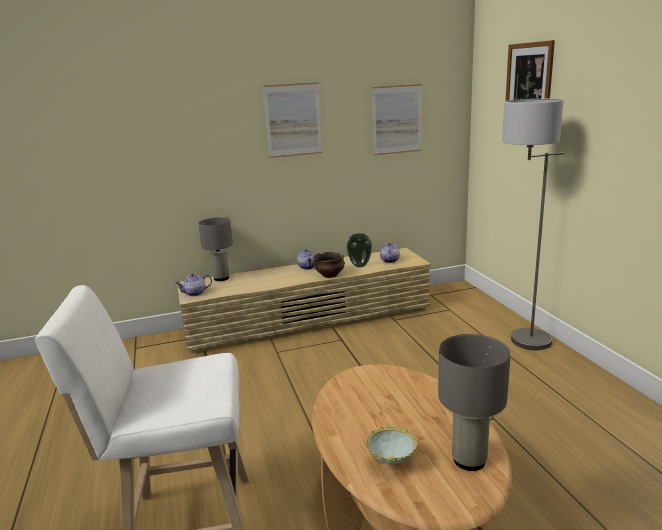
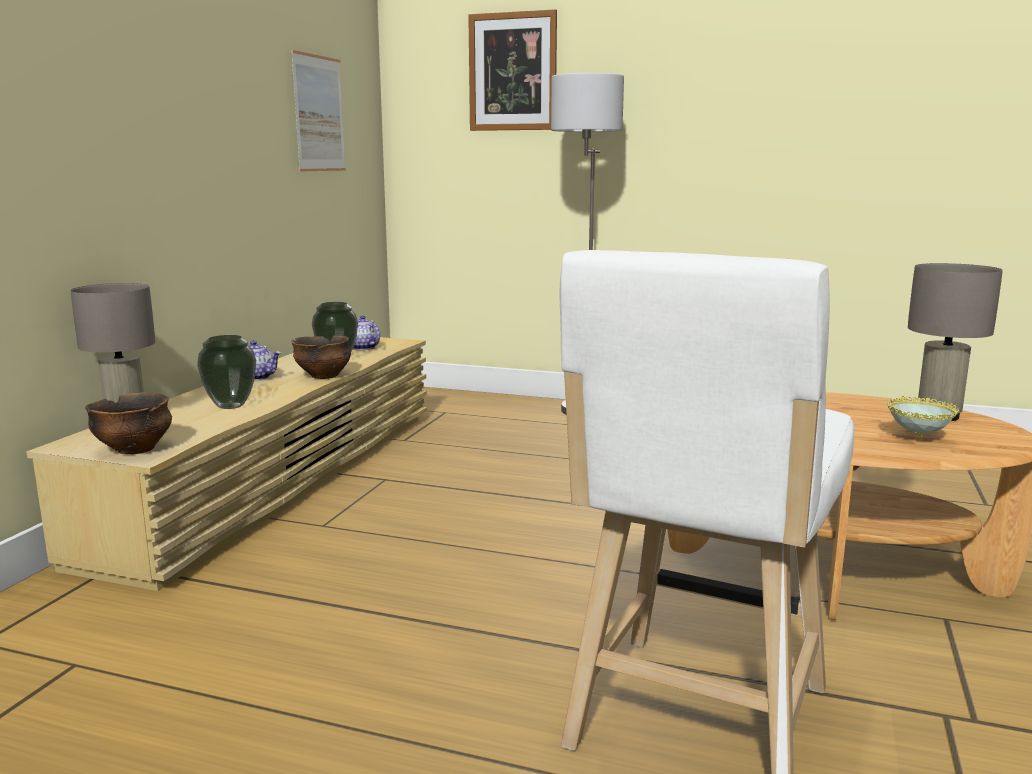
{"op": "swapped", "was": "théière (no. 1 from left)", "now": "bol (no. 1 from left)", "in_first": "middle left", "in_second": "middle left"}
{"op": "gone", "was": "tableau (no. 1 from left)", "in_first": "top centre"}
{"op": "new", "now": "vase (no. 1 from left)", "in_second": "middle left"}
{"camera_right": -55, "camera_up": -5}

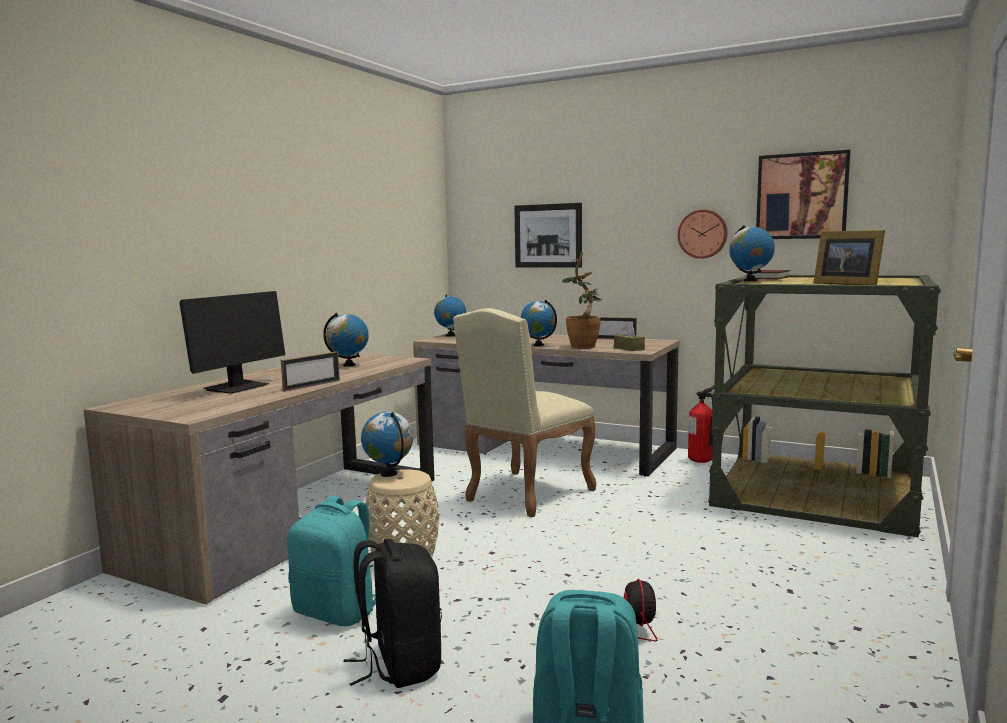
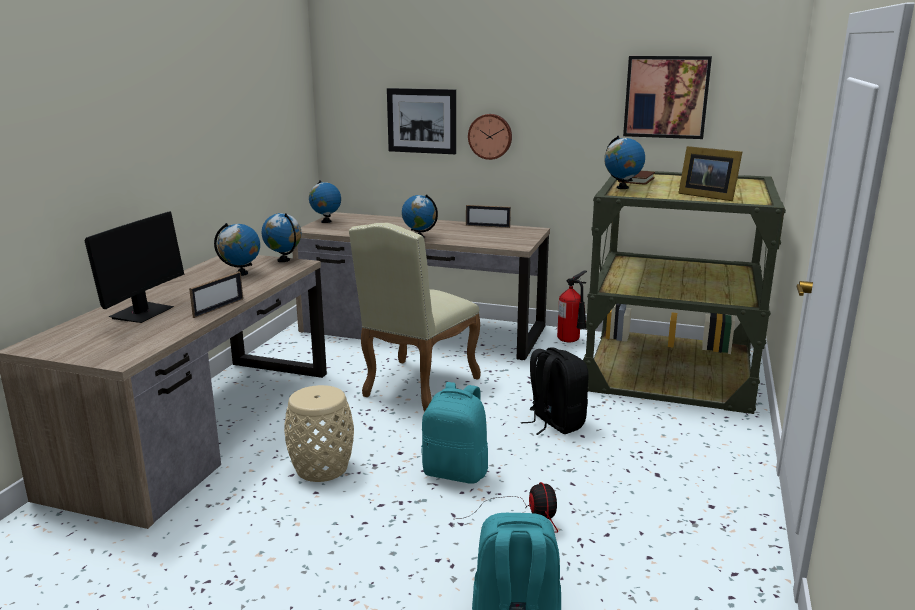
{"op": "shifted", "was": "sac à dos/turquoise (no. 1 from left)", "in_first": "bottom left", "in_second": "bottom centre"}
{"op": "shifted", "was": "sac à dos/noir", "in_first": "bottom centre", "in_second": "centre"}
{"op": "shifted", "was": "globe (no. 2 from left)", "in_first": "centre", "in_second": "middle left"}
{"op": "gone", "was": "plante en pot", "in_first": "centre"}
{"op": "gone", "was": "boîte à mouchoirs/marron", "in_first": "centre"}
{"op": "shifted", "was": "horloge murale", "in_first": "top right", "in_second": "top centre"}
{"camera_right": -10, "camera_up": 10}

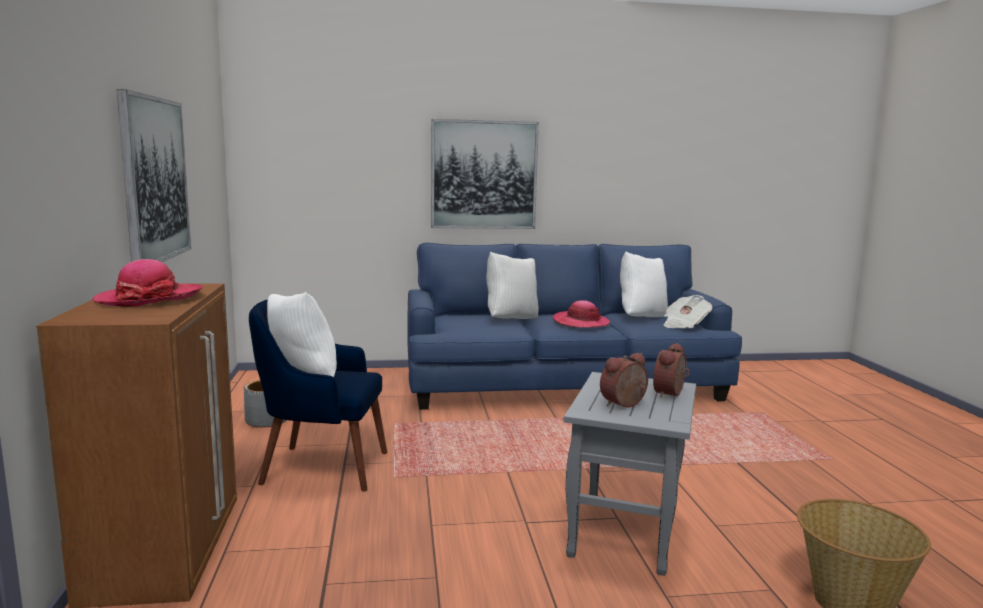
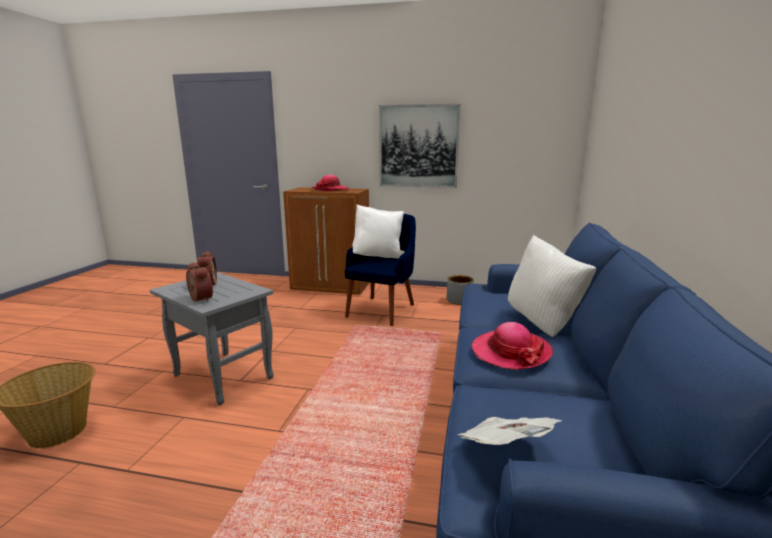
{"op": "gone", "was": "tableau (no. 2 from left)", "in_first": "top centre"}
{"op": "gone", "was": "coussin/blanc (no. 3 from left)", "in_first": "centre"}
{"camera_right": 110, "camera_up": 5}

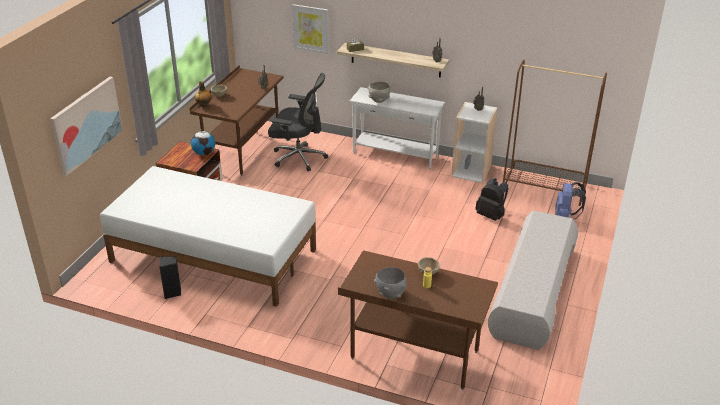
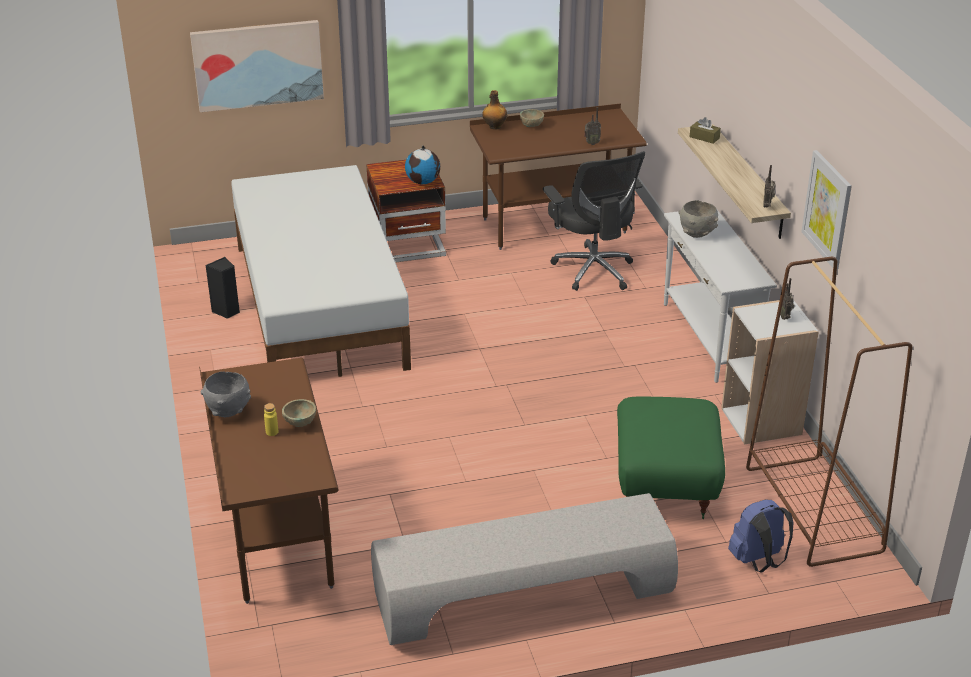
{"op": "shifted", "was": "tableau (no. 2 from left)", "in_first": "top centre", "in_second": "top right"}
{"op": "swapped", "was": "sac à dos/noir", "now": "pouf/vert", "in_first": "middle right", "in_second": "bottom right"}
{"camera_right": 55, "camera_up": 0}

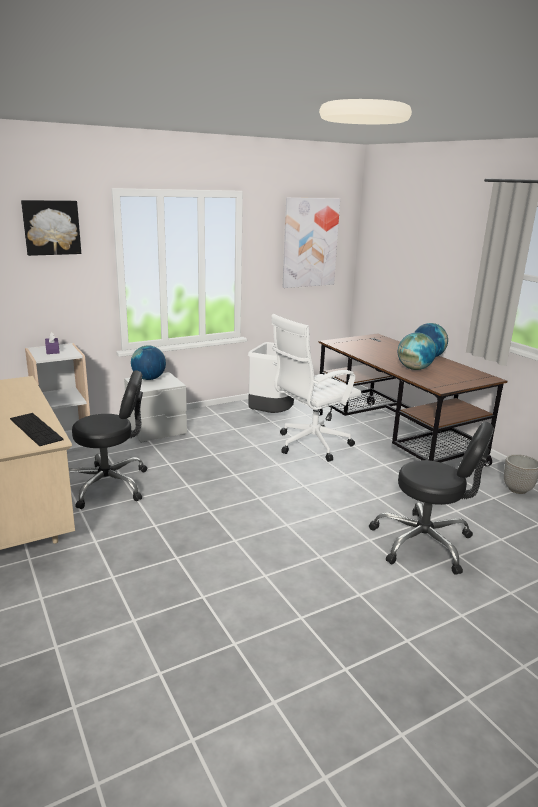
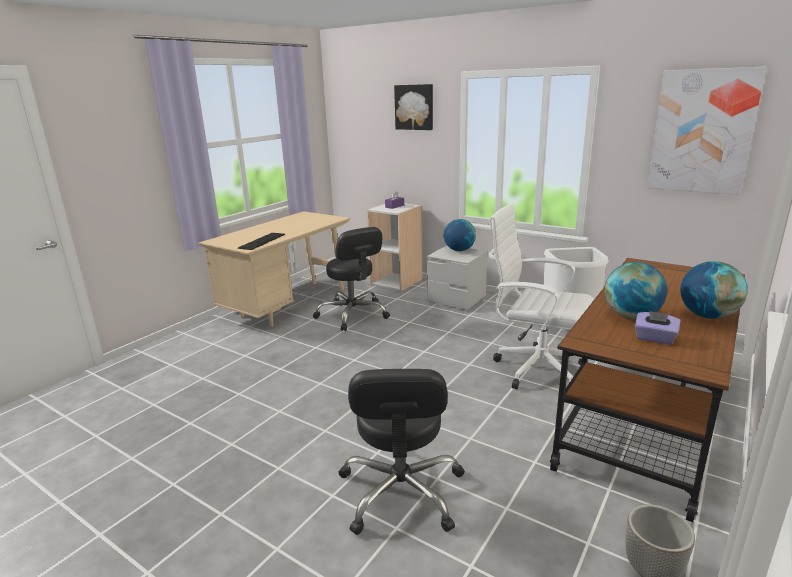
{"op": "new", "now": "boîte à mouchoirs/violet (no. 2 from left)", "in_second": "middle right"}
{"camera_right": 65, "camera_up": 0}

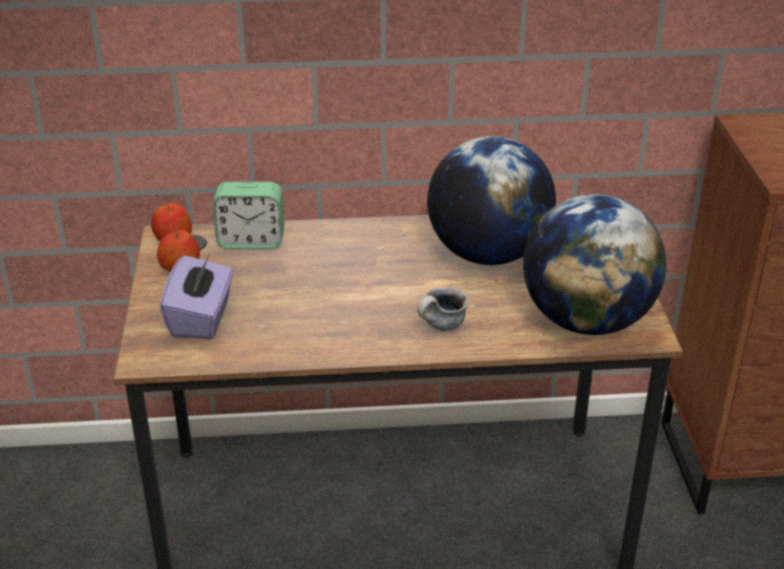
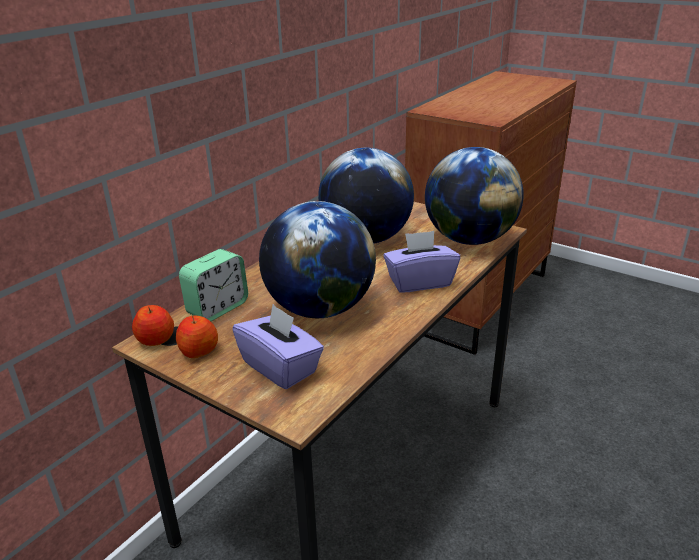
{"op": "swapped", "was": "mug", "now": "boîte à mouchoirs/violet (no. 2 from left)", "in_first": "centre", "in_second": "centre"}
{"op": "new", "now": "globe (no. 1 from left)", "in_second": "centre"}
{"camera_right": -50, "camera_up": -5}

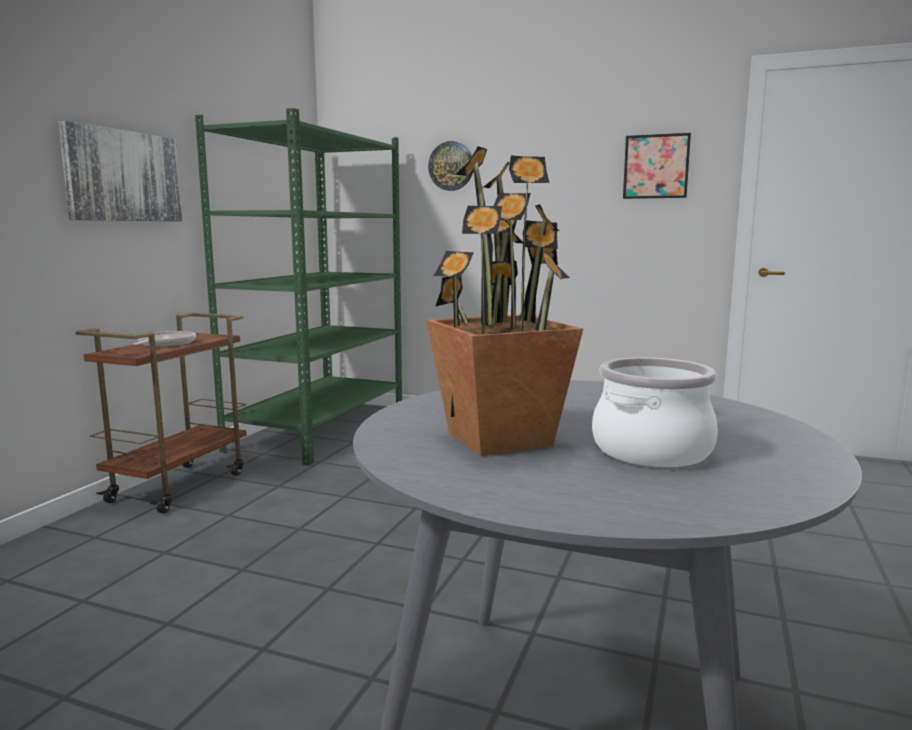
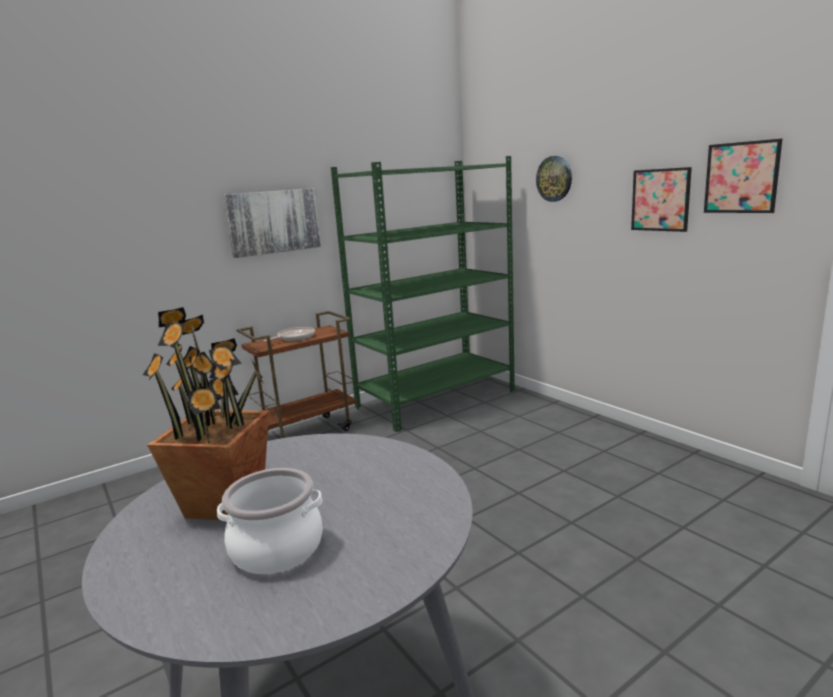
{"op": "new", "now": "tableau (no. 2 from left)", "in_second": "top right"}
{"camera_right": 35, "camera_up": 5}

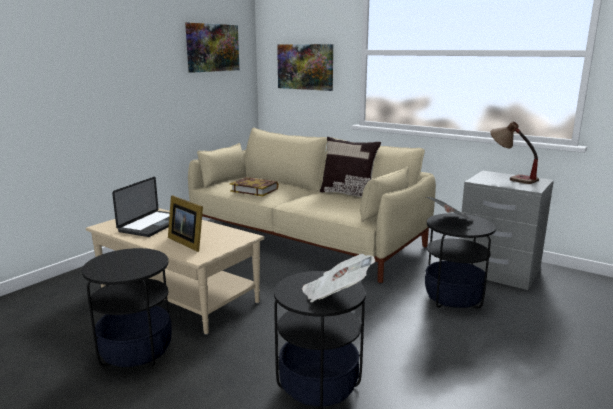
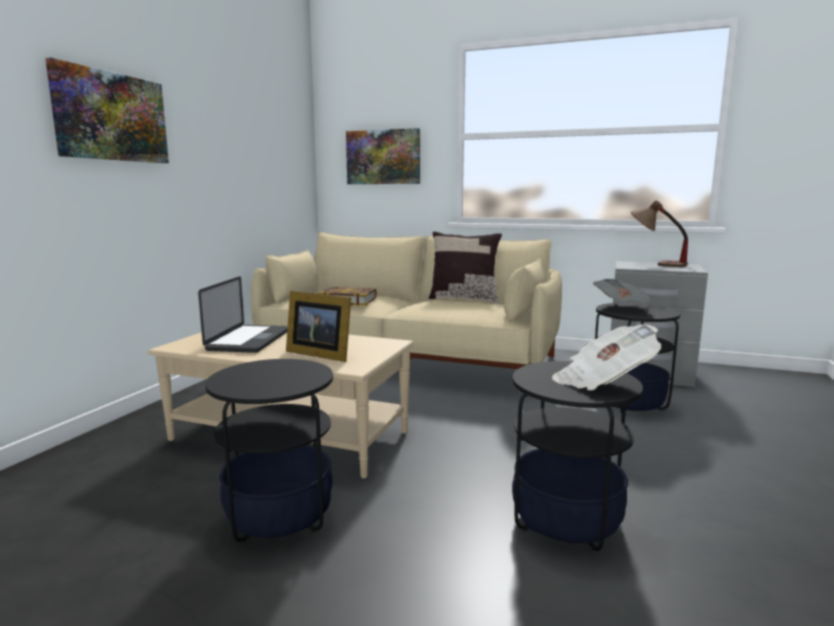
{"op": "shifted", "was": "tableau (no. 1 from left)", "in_first": "top centre", "in_second": "top left"}
{"camera_right": -15, "camera_up": -5}

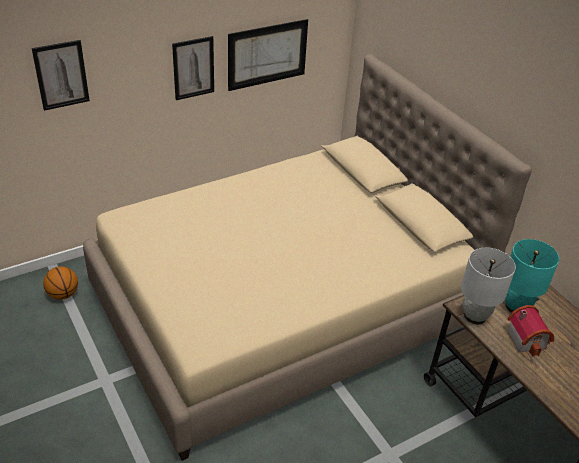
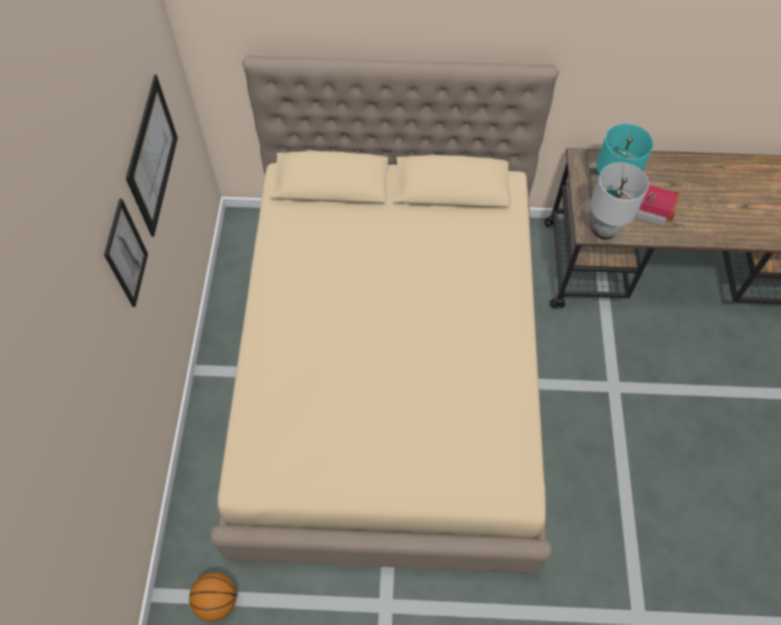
{"op": "gone", "was": "tableau (no. 1 from left)", "in_first": "top left"}
{"camera_right": -55, "camera_up": 20}

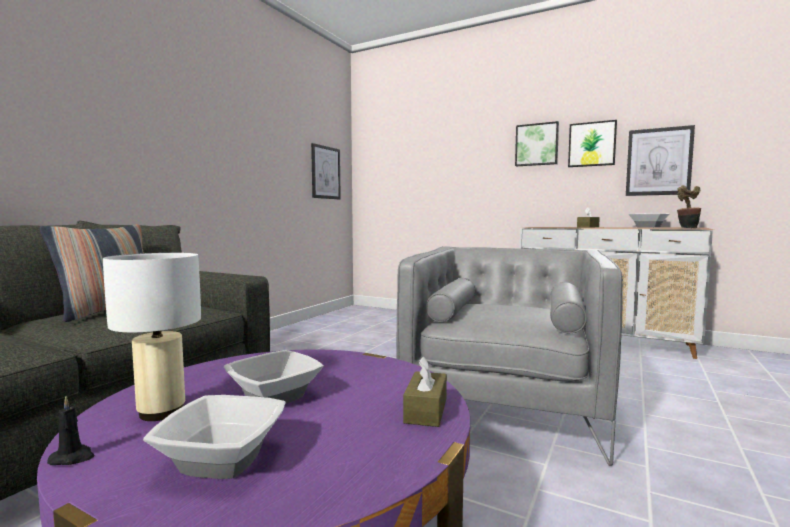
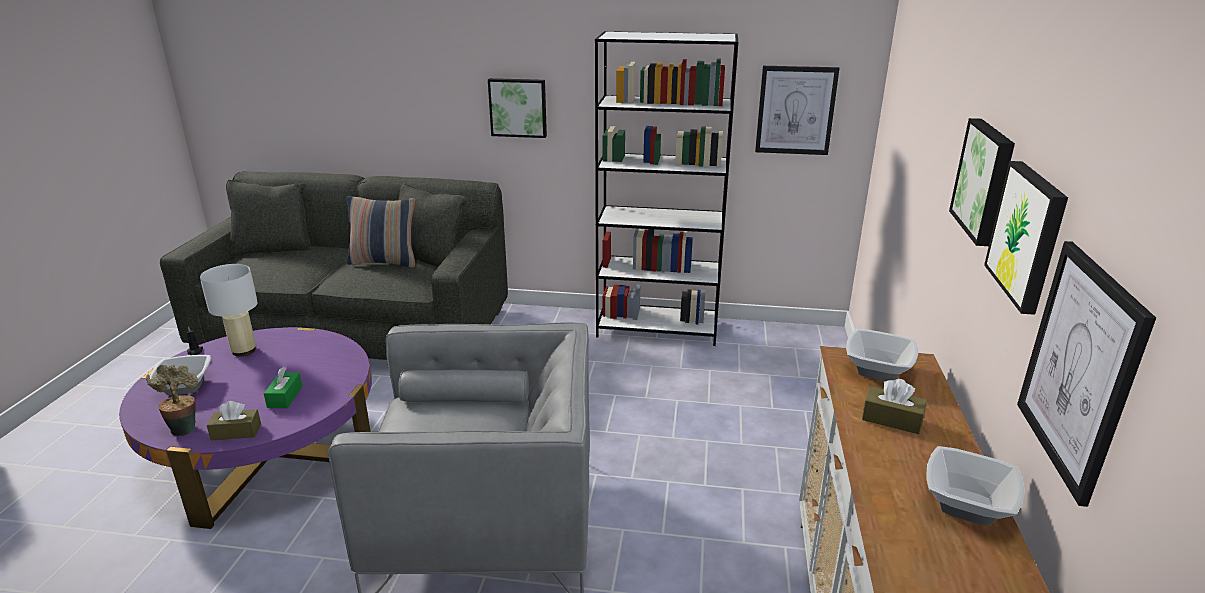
{"op": "shifted", "was": "bol (no. 2 from left)", "in_first": "bottom centre", "in_second": "middle right"}
{"op": "shifted", "was": "plante en pot", "in_first": "middle right", "in_second": "bottom left"}
{"op": "new", "now": "boîte à mouchoirs/vert", "in_second": "middle left"}
{"op": "new", "now": "tableau (no. 1 from left)", "in_second": "top centre"}
{"op": "new", "now": "bibliothèque/blanc", "in_second": "top centre"}
{"camera_right": 70, "camera_up": 20}

